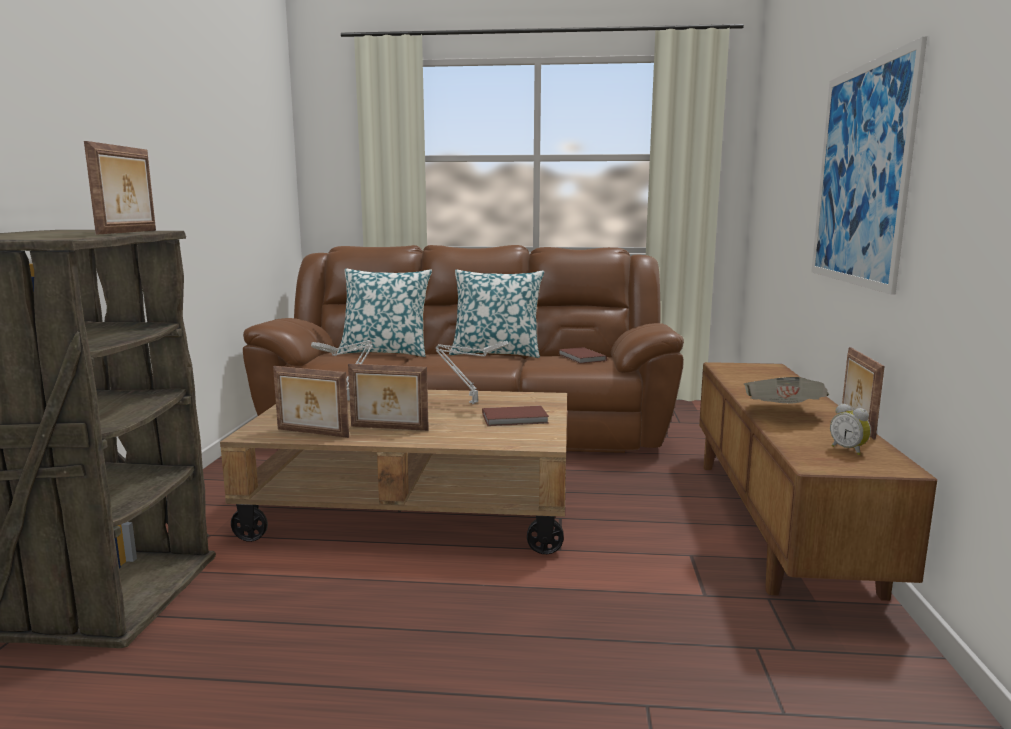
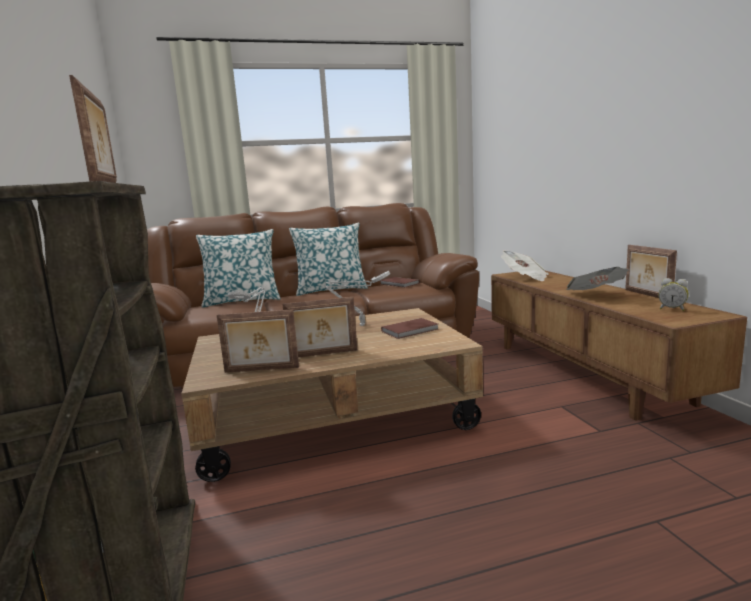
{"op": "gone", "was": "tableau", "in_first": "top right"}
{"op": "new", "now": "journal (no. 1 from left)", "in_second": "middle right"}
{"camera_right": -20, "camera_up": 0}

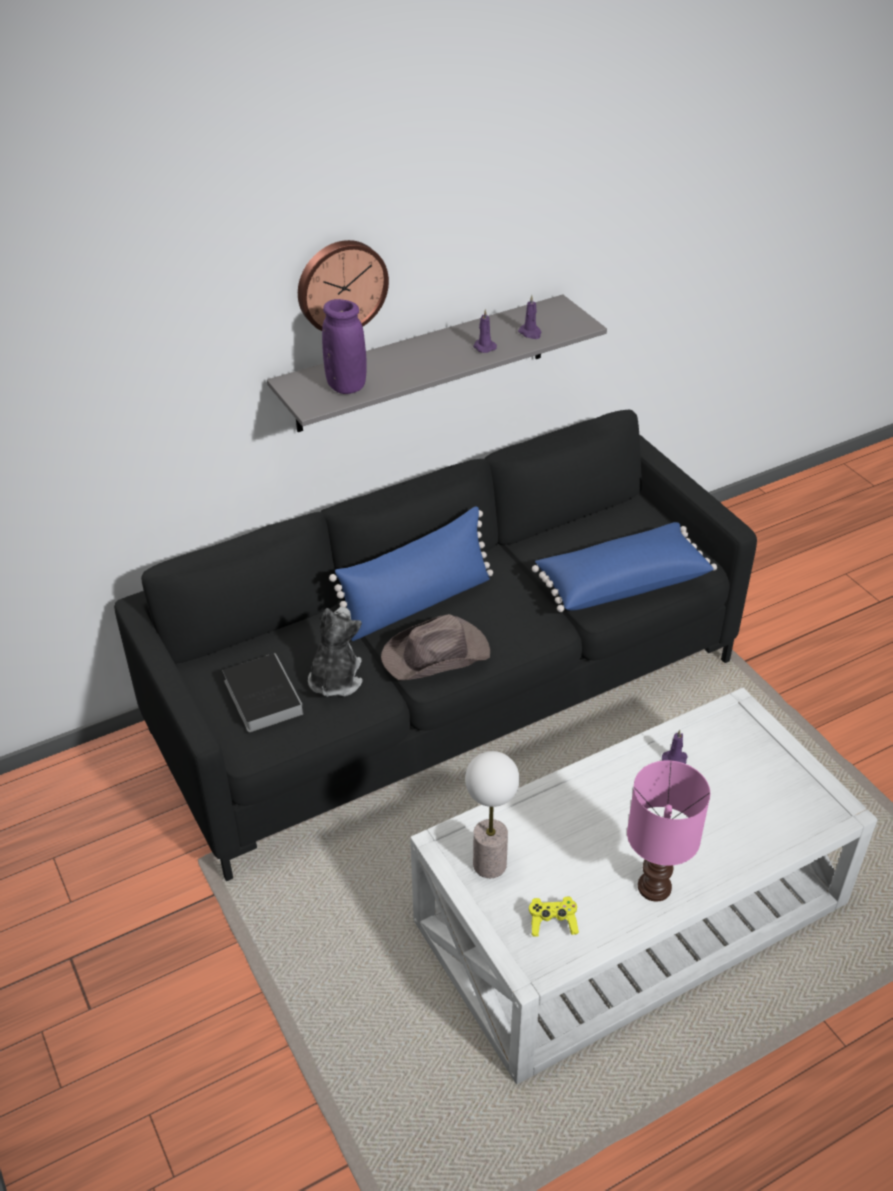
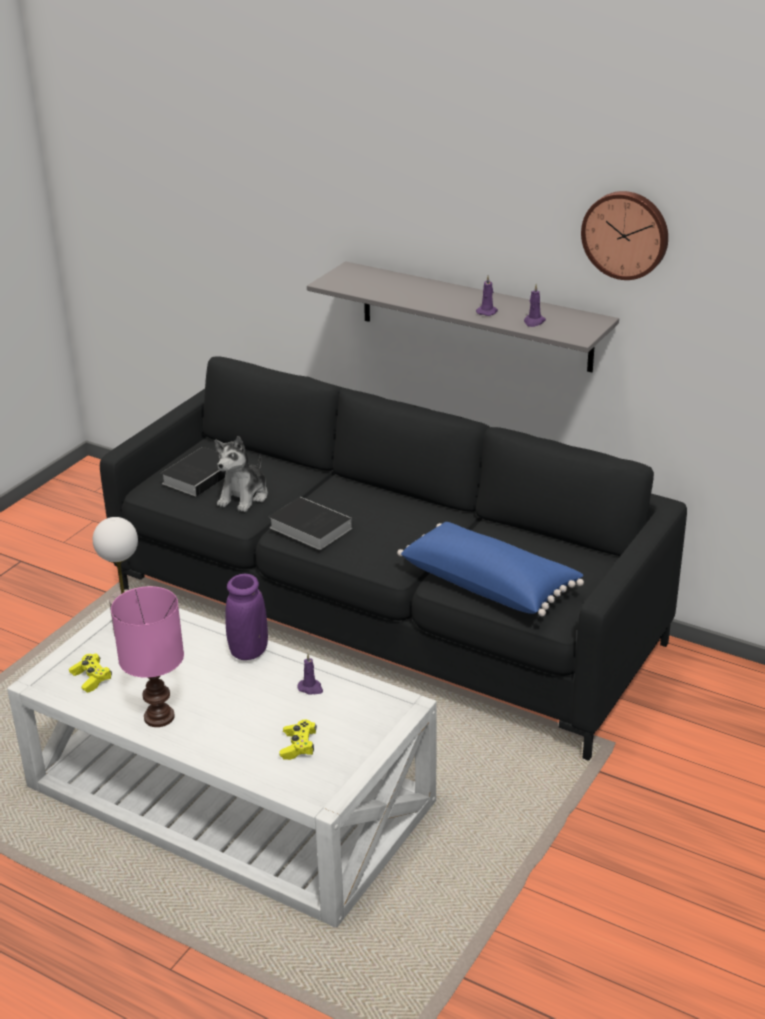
{"op": "shifted", "was": "horloge murale", "in_first": "top centre", "in_second": "top right"}
{"op": "rotated", "was": "peluche", "in_first": "centre", "in_second": "middle left", "clockwise": 135}
{"op": "shifted", "was": "vase/violet", "in_first": "top centre", "in_second": "middle left"}
{"op": "gone", "was": "coussin/bleu (no. 1 from left)", "in_first": "centre"}
{"op": "swapped", "was": "chapeau/marron", "now": "livre (no. 2 from left)", "in_first": "centre", "in_second": "centre"}
{"op": "new", "now": "manette/jaune (no. 2 from left)", "in_second": "bottom centre"}
{"camera_right": 60, "camera_up": -10}

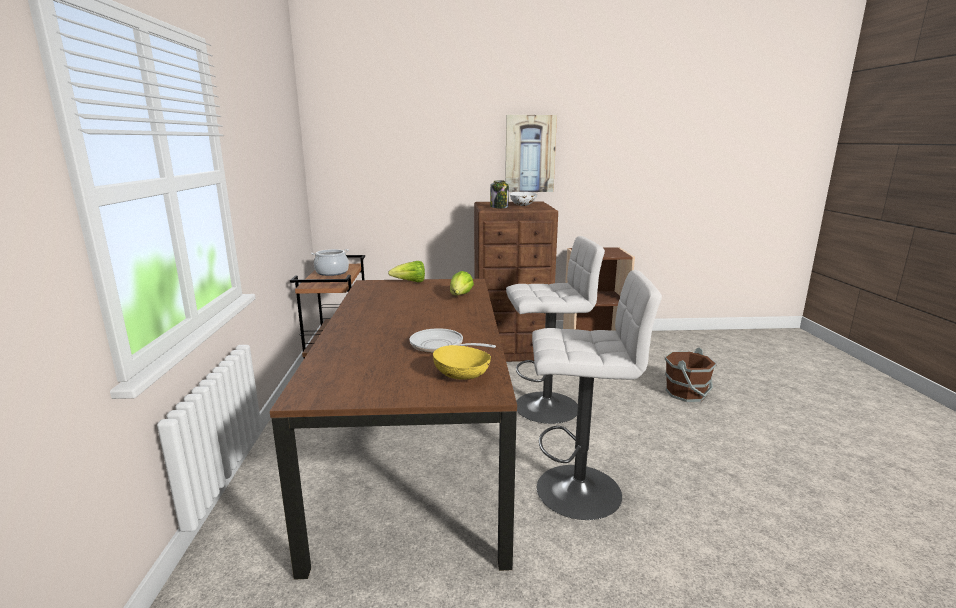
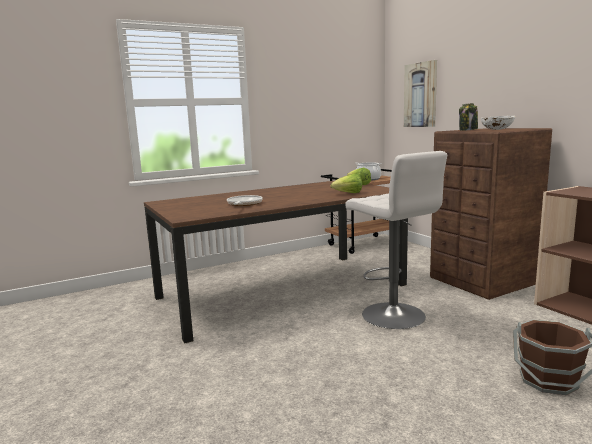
{"op": "gone", "was": "bol/jaune", "in_first": "centre"}
{"op": "shifted", "was": "tableau", "in_first": "top centre", "in_second": "top right"}
{"op": "gone", "was": "tabouret/blanc (no. 2 from left)", "in_first": "centre"}
{"camera_right": 65, "camera_up": -5}

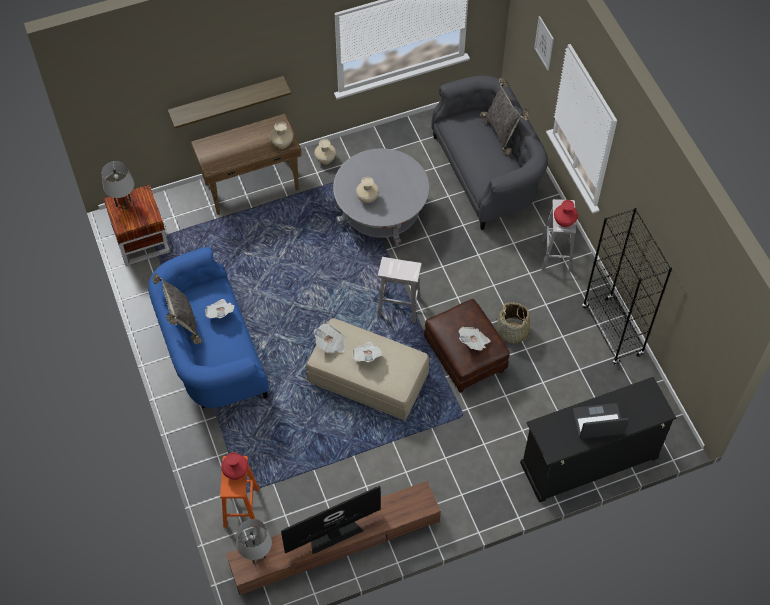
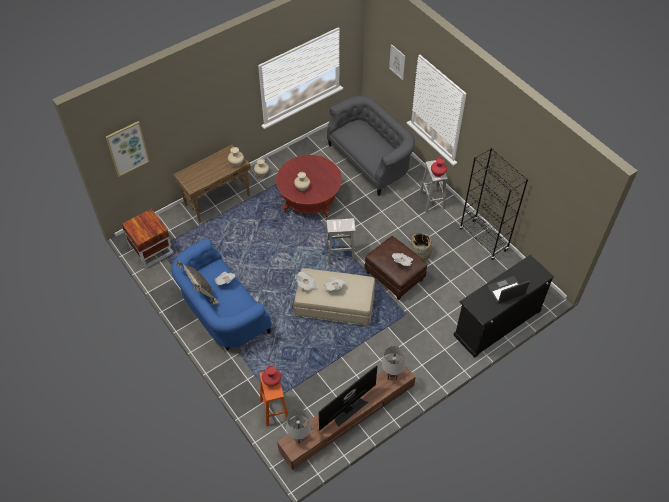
{"op": "shifted", "was": "lampe de table/gris (no. 1 from left in the first image)", "now": "lampe de table/gris (no. 2 from left)", "in_first": "top left", "in_second": "bottom centre"}
{"op": "gone", "was": "étagère", "in_first": "top left"}
{"op": "repainted", "was": "table basse/gris", "now": "table basse/rouge", "in_first": "top centre", "in_second": "centre"}
{"op": "gone", "was": "coussin (no. 2 from left)", "in_first": "top centre"}
{"op": "new", "now": "tableau (no. 1 from left)", "in_second": "top left"}
{"camera_right": -15, "camera_up": -5}

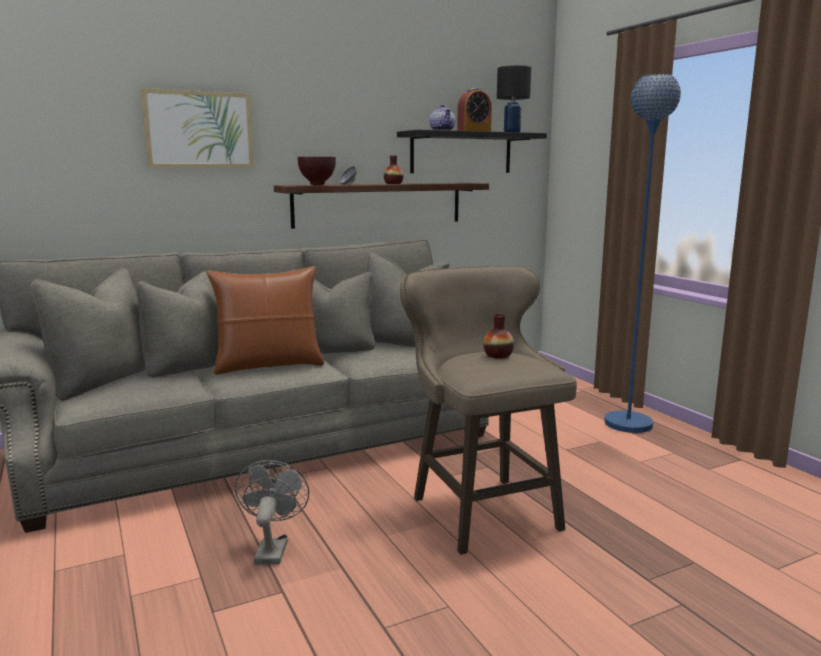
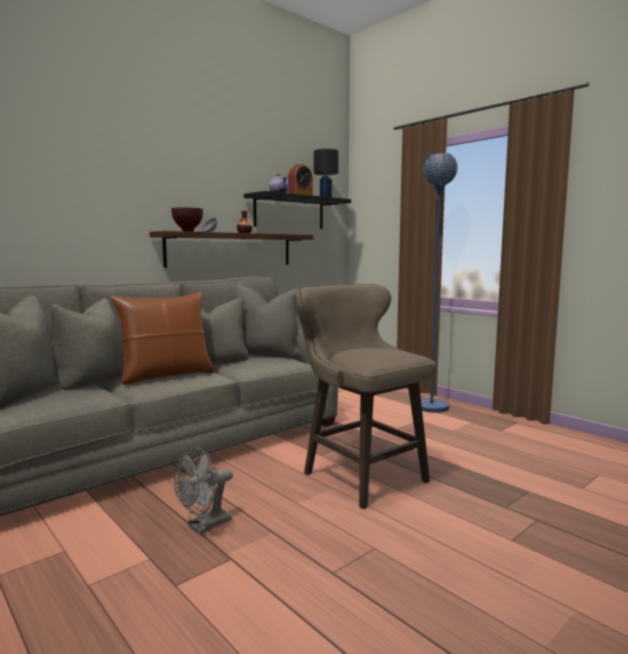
{"op": "gone", "was": "tableau", "in_first": "top left"}
{"op": "rotated", "was": "ventilateur/gris", "in_first": "bottom left", "in_second": "bottom left", "clockwise": -120}
{"op": "gone", "was": "vase (no. 2 from left)", "in_first": "centre"}
{"camera_right": -15, "camera_up": -5}

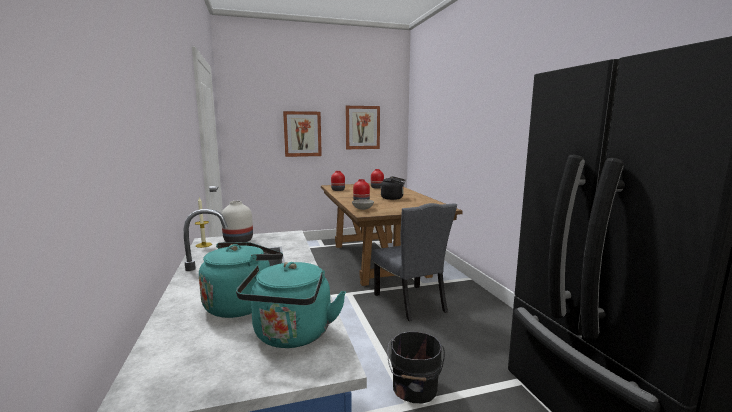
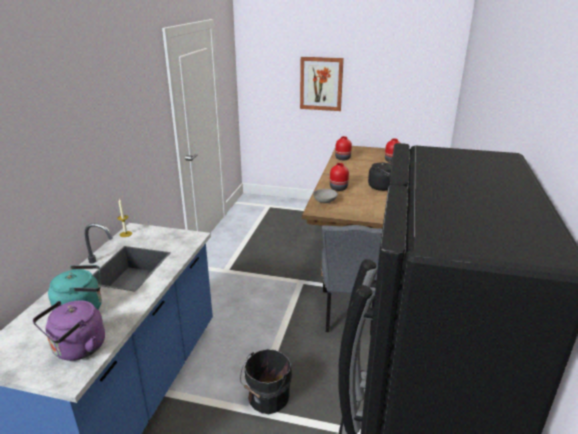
{"op": "gone", "was": "vase/blanc", "in_first": "middle left"}
{"op": "repainted", "was": "bouilloire/turquoise (no. 2 from left)", "now": "bouilloire/violet", "in_first": "bottom centre", "in_second": "bottom left"}
{"op": "gone", "was": "tableau (no. 2 from left)", "in_first": "top centre"}
{"camera_right": 30, "camera_up": 15}

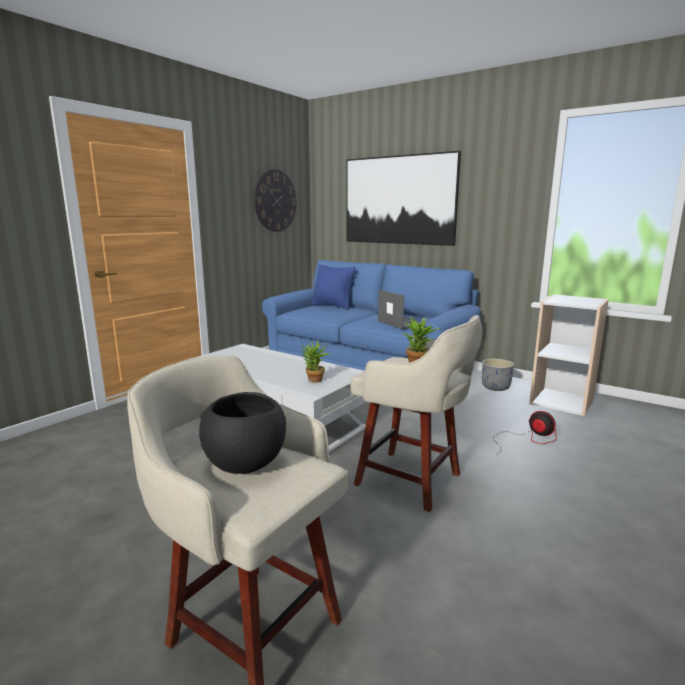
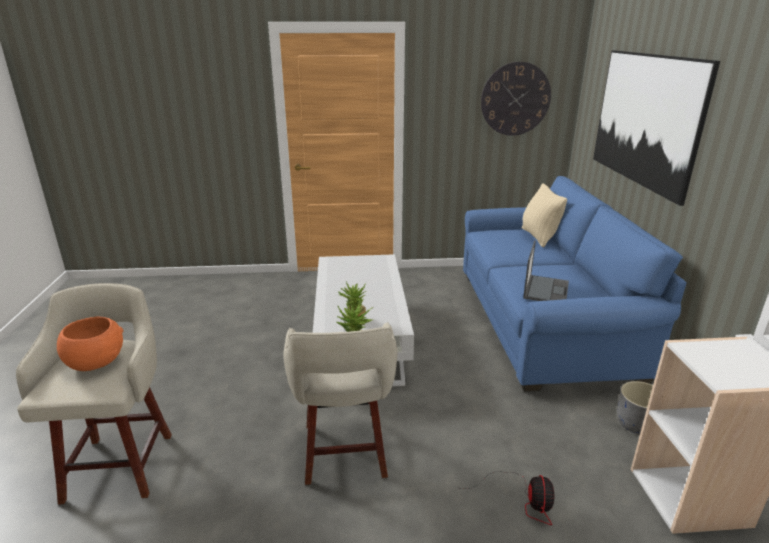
{"op": "repainted", "was": "bol/noir", "now": "bol/orange", "in_first": "centre", "in_second": "middle left"}
{"op": "repainted", "was": "coussin/bleu", "now": "coussin/beige", "in_first": "centre", "in_second": "middle right"}
{"camera_right": 50, "camera_up": 10}

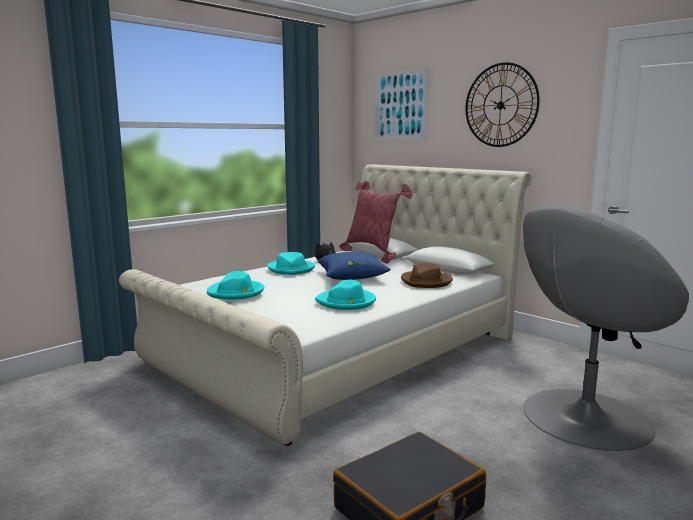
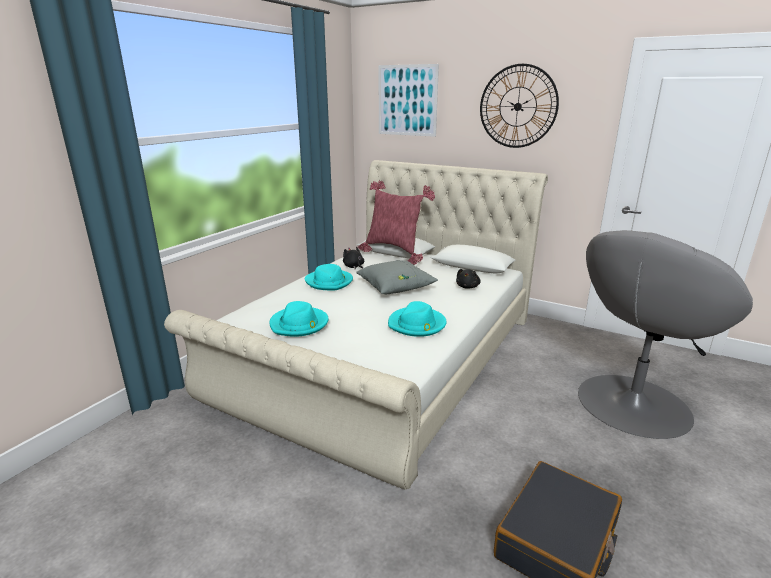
{"op": "repainted", "was": "coussin/bleu", "now": "coussin/gris", "in_first": "centre", "in_second": "centre"}
{"op": "swapped", "was": "chapeau/marron", "now": "peluche/noir (no. 2 from left)", "in_first": "centre", "in_second": "centre"}
{"camera_right": -15, "camera_up": 10}

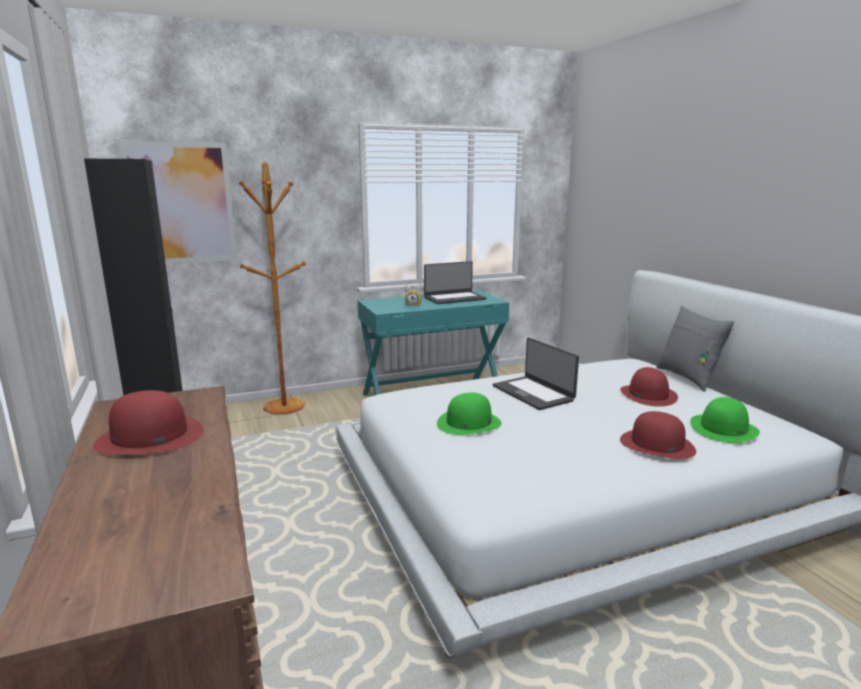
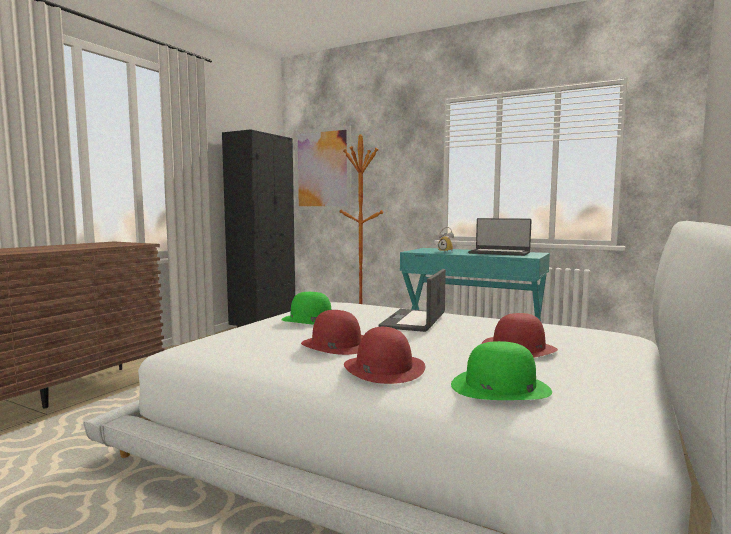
{"op": "shifted", "was": "chapeau/rouge (no. 1 from left)", "in_first": "middle left", "in_second": "centre"}
{"op": "gone", "was": "coussin/gris", "in_first": "middle right"}
{"camera_right": 50, "camera_up": -10}

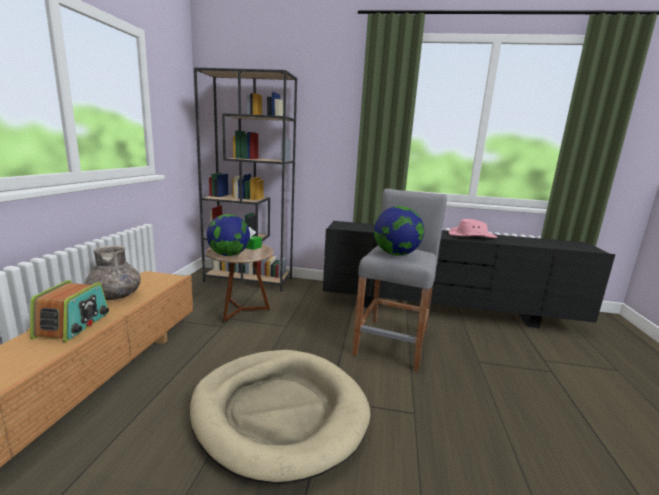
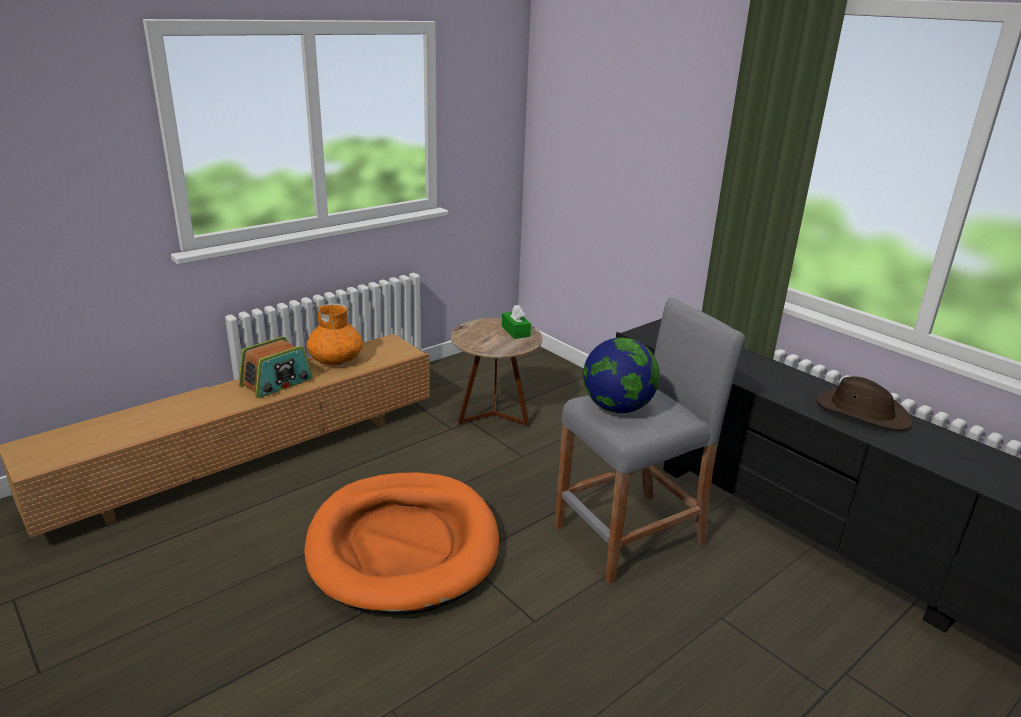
{"op": "repainted", "was": "vase/gris", "now": "vase/orange", "in_first": "middle left", "in_second": "middle left"}
{"op": "repainted", "was": "panier pour chien/beige", "now": "panier pour chien/orange", "in_first": "bottom centre", "in_second": "bottom centre"}
{"op": "gone", "was": "bibliothèque", "in_first": "centre"}
{"op": "gone", "was": "globe (no. 1 from left)", "in_first": "centre"}
{"op": "repainted", "was": "chapeau/rose", "now": "chapeau/marron", "in_first": "middle right", "in_second": "middle right"}
{"camera_right": 40, "camera_up": 10}

